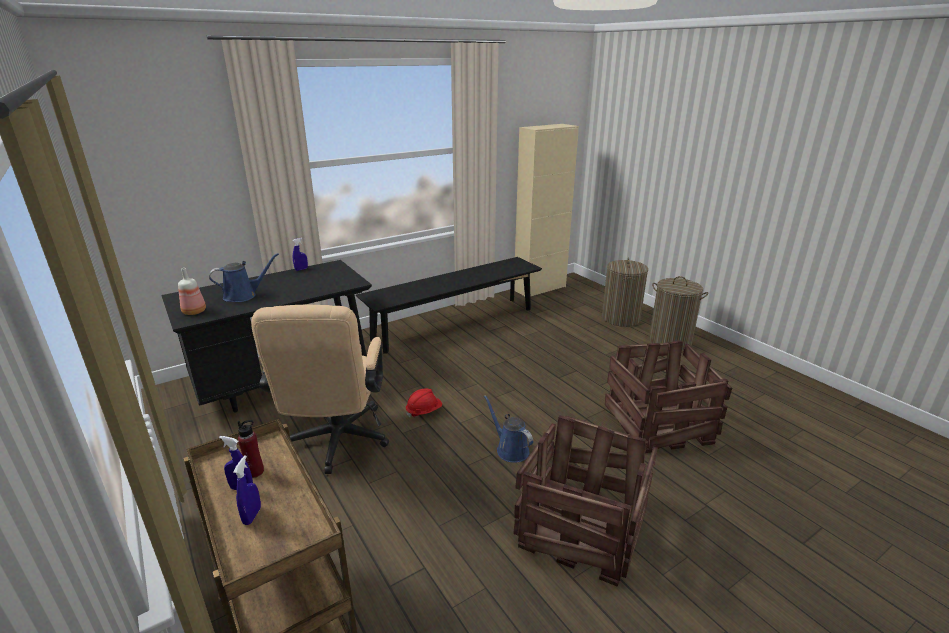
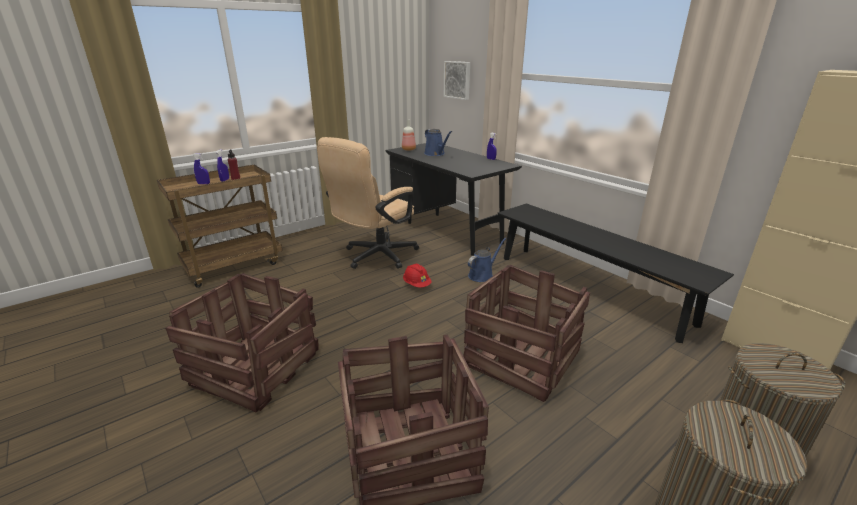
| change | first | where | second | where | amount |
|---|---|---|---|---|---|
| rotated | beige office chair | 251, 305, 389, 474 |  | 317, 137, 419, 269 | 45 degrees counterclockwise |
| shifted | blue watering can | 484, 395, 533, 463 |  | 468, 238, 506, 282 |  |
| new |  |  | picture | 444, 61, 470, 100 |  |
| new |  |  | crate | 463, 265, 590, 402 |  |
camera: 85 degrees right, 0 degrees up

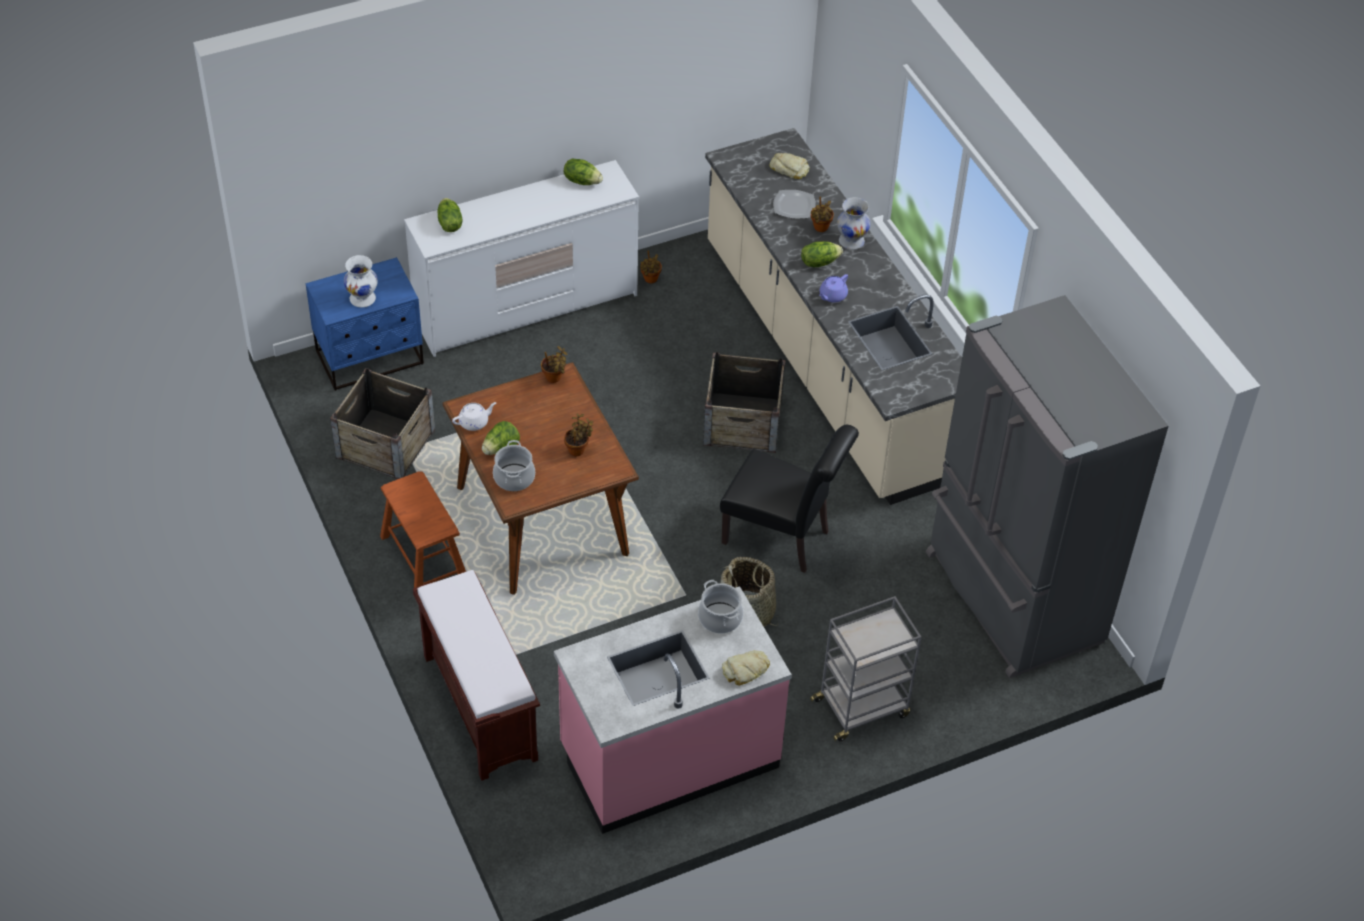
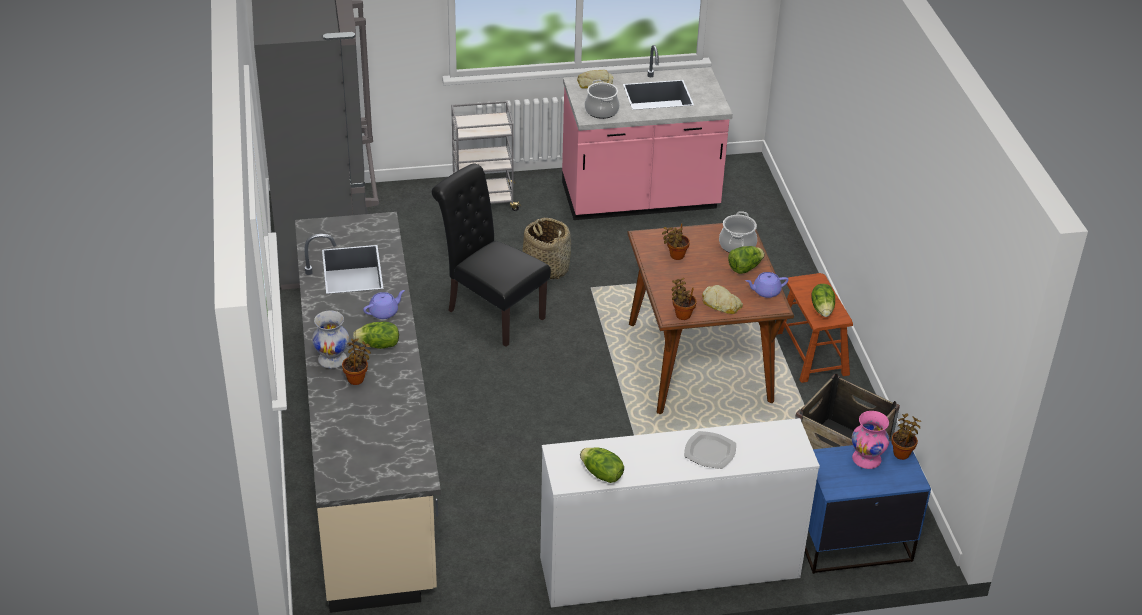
| change | first | where | second | where | amount |
|---|---|---|---|---|---|
| repainted | white vase | 344, 255, 378, 307 | pink vase | 852, 411, 890, 469 |  |
| gone | brown bench | 413, 570, 540, 781 |  |  |  |
| shifted | lettuce | 438, 198, 462, 232 |  | 811, 284, 835, 317 |  |
| repainted | white teapot | 452, 402, 496, 431 | purple teapot | 746, 272, 789, 298 |  |
| shifted | potted plant | 640, 250, 662, 283 |  | 892, 413, 921, 460 |  |
| gone | crate | 703, 352, 785, 453 |  |  |  |
| shifted | bread | 770, 153, 810, 179 |  | 702, 285, 743, 314 |  |
| shifted | plate | 773, 190, 816, 219 |  | 684, 431, 736, 469 |  |
camera: 165 degrees left, 10 degrees down

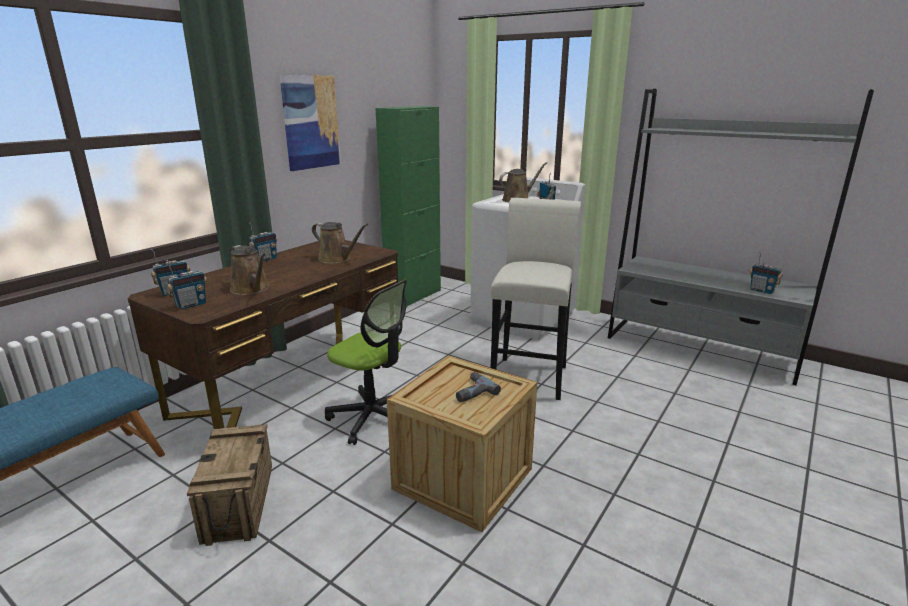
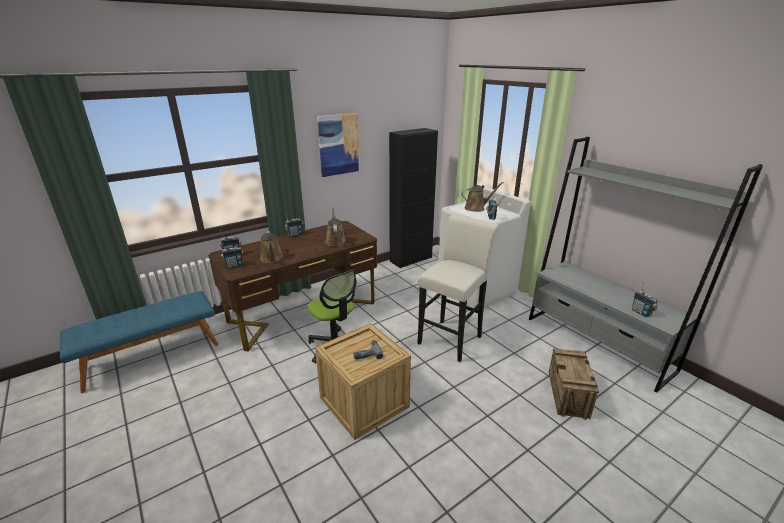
| change | first | where | second | where | amount |
|---|---|---|---|---|---|
| shifted | crate | 187, 424, 272, 546 |  | 549, 348, 599, 420 |  |
| rotated | brown watering can | 312, 222, 368, 264 |  | 325, 207, 346, 246 | 150 degrees counterclockwise |
| repainted | green cabinet | 375, 106, 441, 307 | black cabinet | 389, 128, 438, 268 |  |
camera: 20 degrees right, 5 degrees up

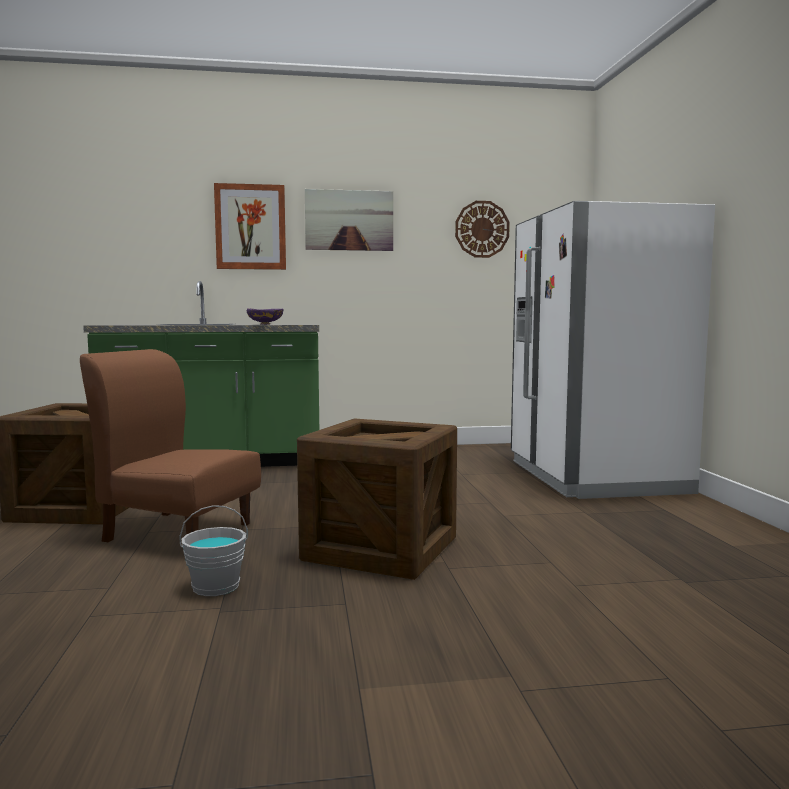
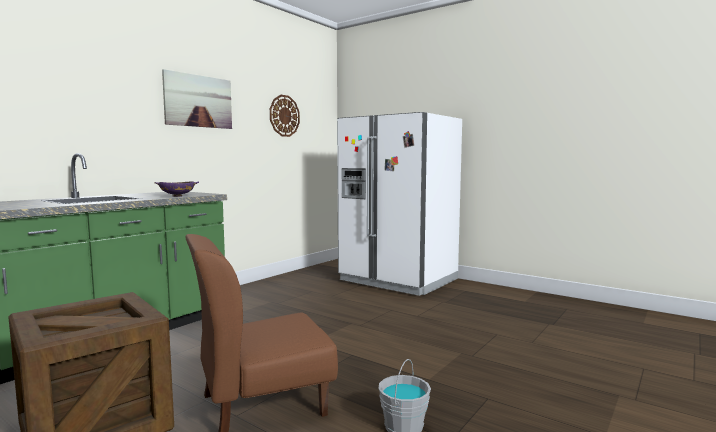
| change | first | where | second | where | amount |
|---|---|---|---|---|---|
| gone | picture | 214, 183, 286, 270 |  |  |  |
| gone | crate | 297, 418, 457, 580 |  |  |  |
camera: 45 degrees left, 0 degrees up

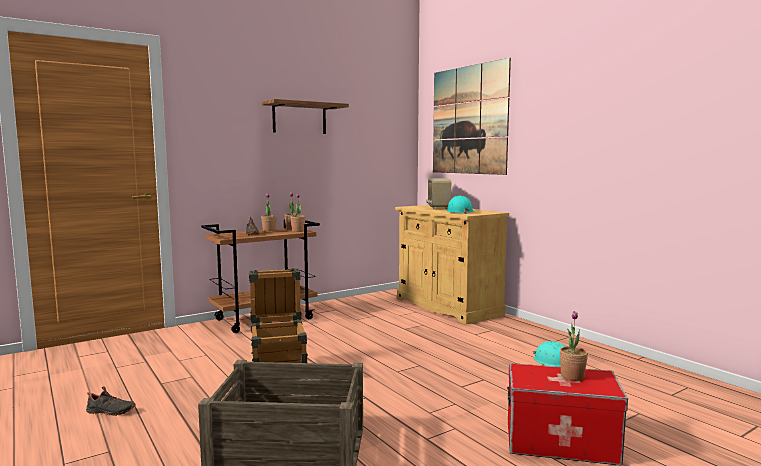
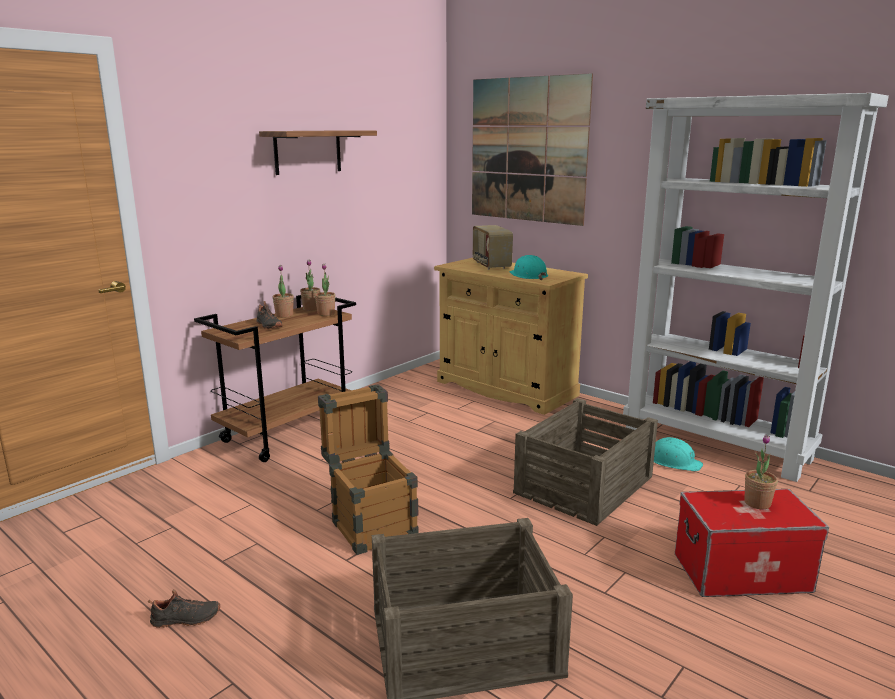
| change | first | where | second | where | amount |
|---|---|---|---|---|---|
| new |  |  | crate | 513, 398, 658, 526 |  |
| new |  |  | white bookcase | 623, 93, 889, 482 |  |
camera: 15 degrees left, 10 degrees up

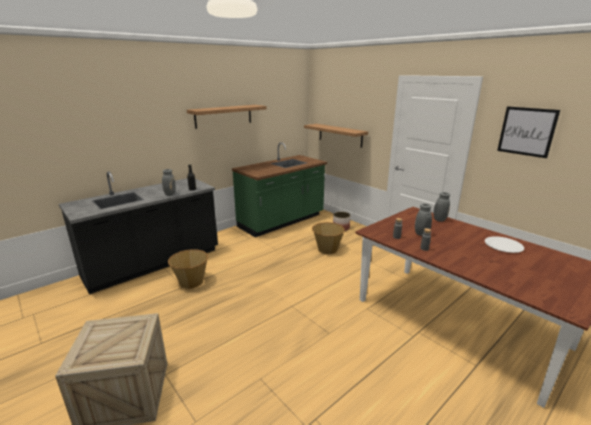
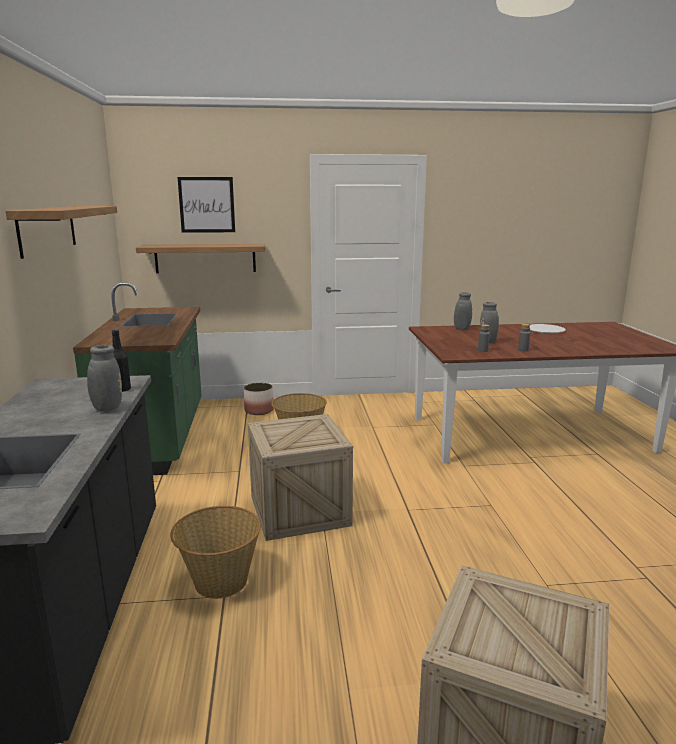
| change | first | where | second | where | amount |
|---|---|---|---|---|---|
| shifted | picture | 497, 106, 560, 158 |  | 178, 177, 235, 233 |  |
| new |  |  | crate | 248, 414, 353, 541 |  |
camera: 55 degrees left, 5 degrees down

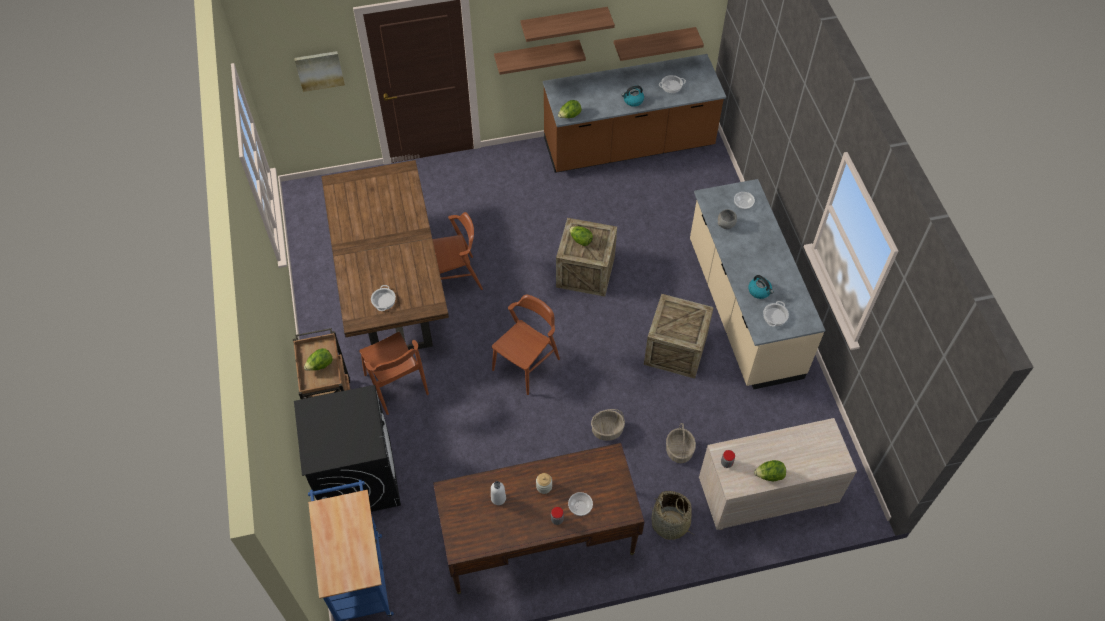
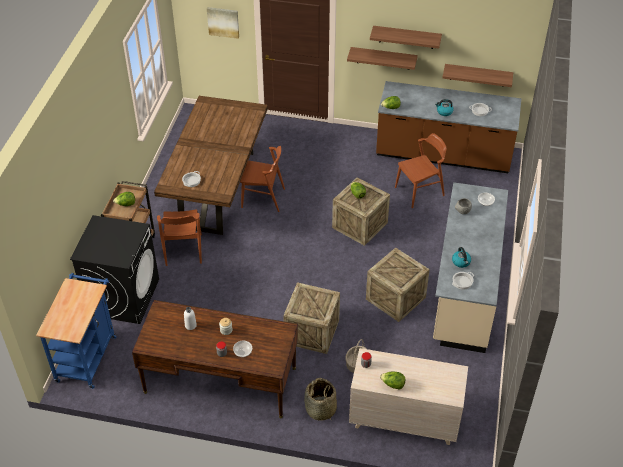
| change | first | where | second | where | amount |
|---|---|---|---|---|---|
| shifted | brown chair | 492, 295, 560, 395 |  | 395, 133, 446, 208 |  |
| swapped | basket | 591, 409, 625, 441 | crate | 283, 282, 340, 354 |  |
camera: 25 degrees right, 10 degrees down

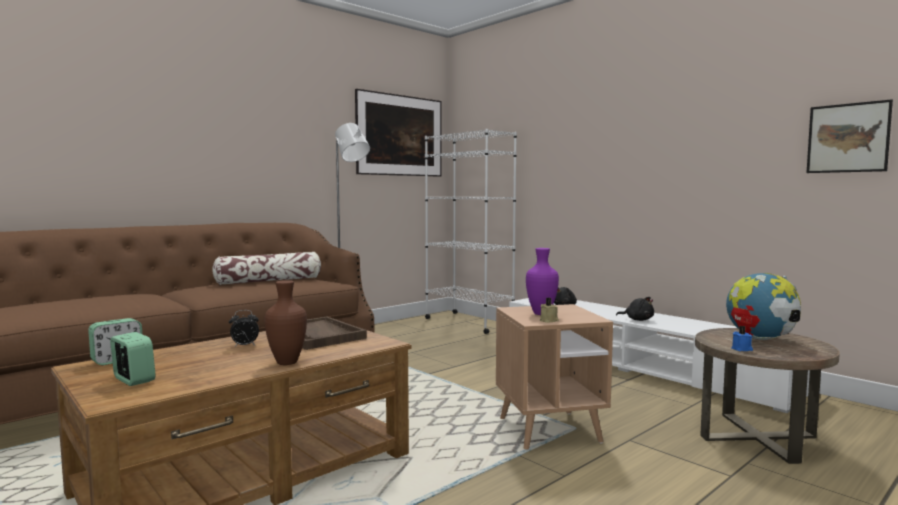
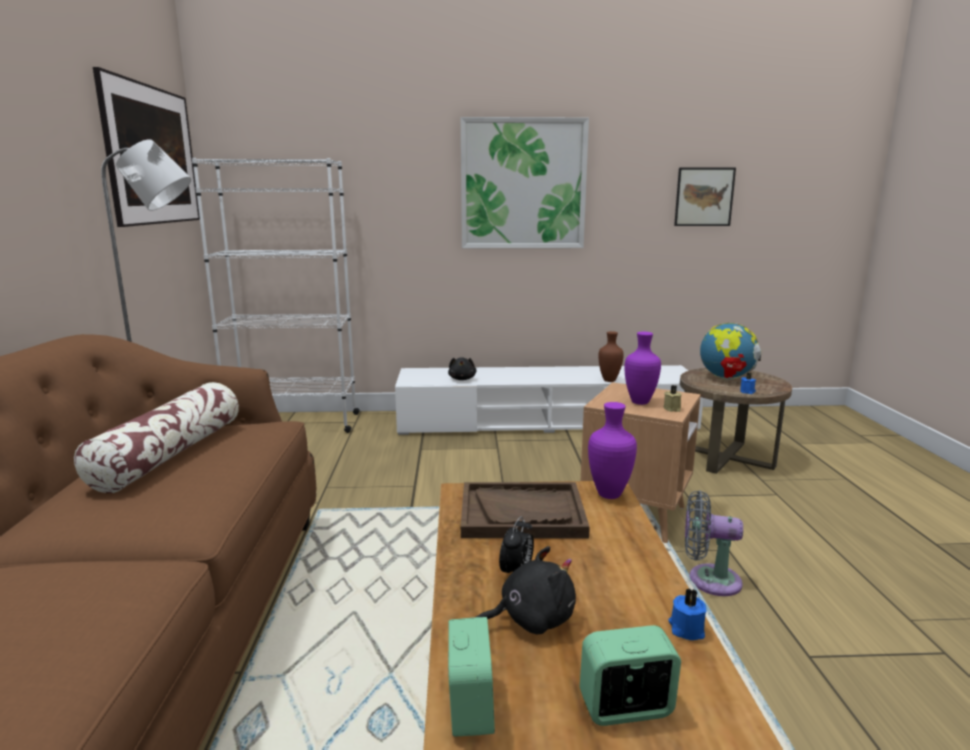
| change | first | where | second | where | amount |
|---|---|---|---|---|---|
| shifted | brown vase | 265, 280, 307, 365 |  | 599, 331, 624, 382 |  |
| shifted | black plush toy | 616, 297, 654, 321 |  | 476, 546, 576, 634 |  |
| new |  |  | picture | 461, 117, 589, 248 |  |
| new |  |  | purple vase | 588, 402, 637, 499 |  |
| new |  |  | blue candle | 669, 589, 707, 640 |  |
| new |  |  | grey fan | 685, 490, 743, 596 |  |
camera: 50 degrees left, 10 degrees up

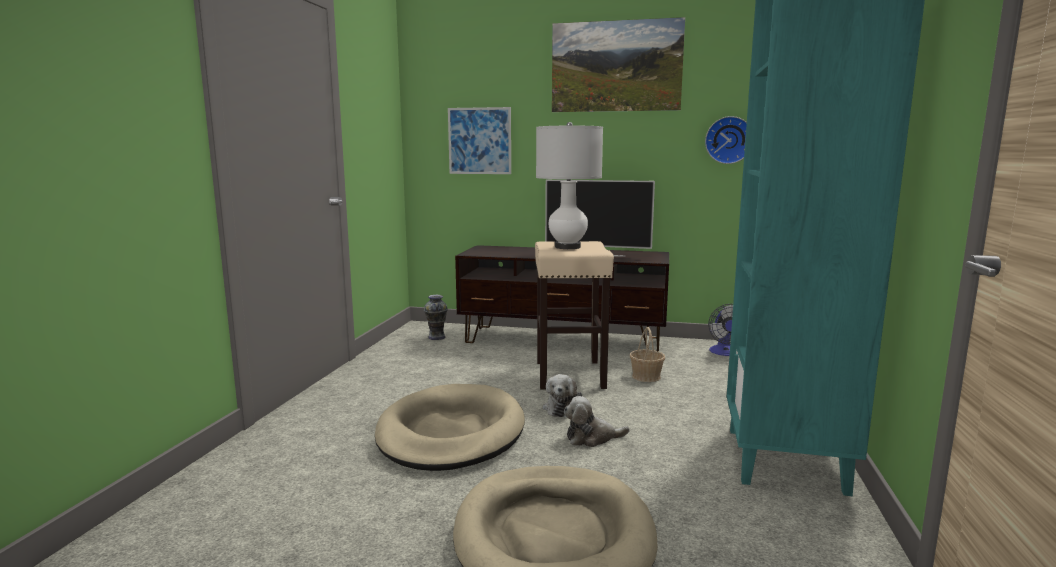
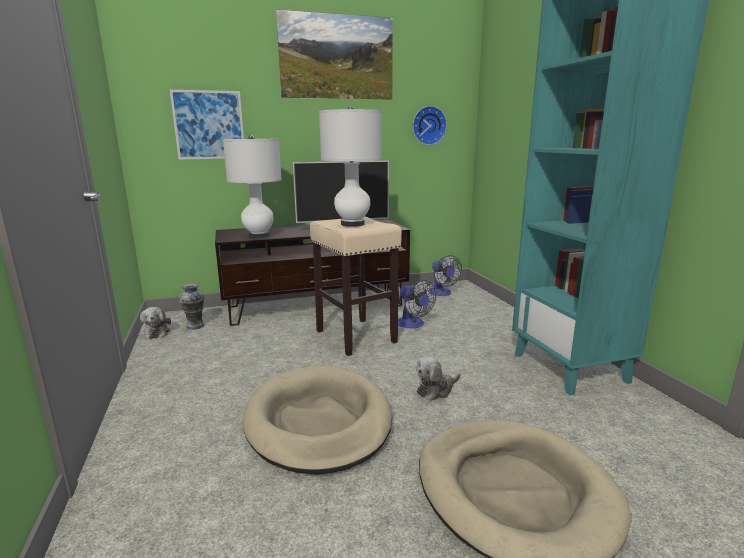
| change | first | where | second | where | amount |
|---|---|---|---|---|---|
| shifted | plush toy | 543, 374, 582, 417 |  | 140, 307, 171, 339 |  |
| swapped | basket | 630, 327, 665, 382 | fan | 398, 280, 436, 328 |  |
| new |  |  | white table lamp | 223, 135, 281, 238 |  |
camera: 30 degrees left, 5 degrees up

